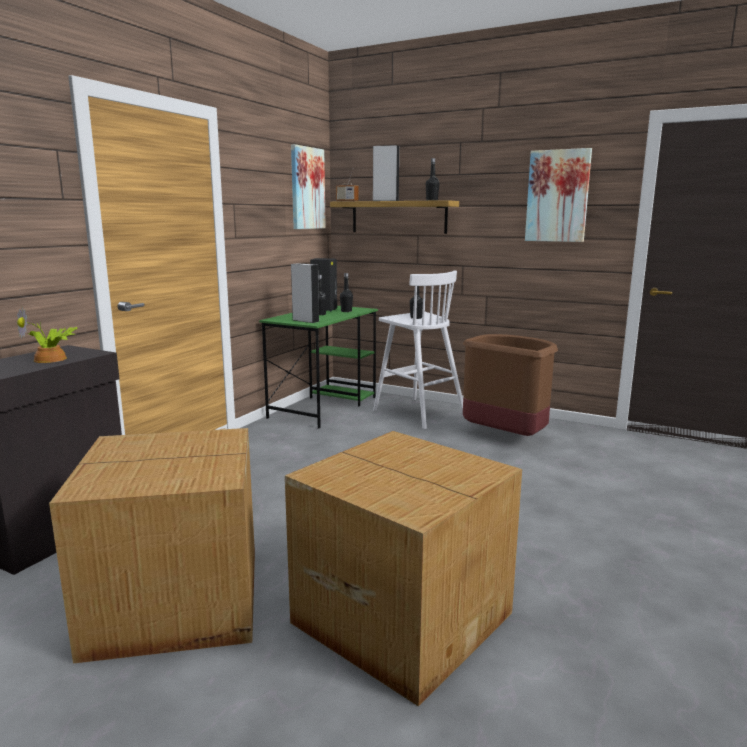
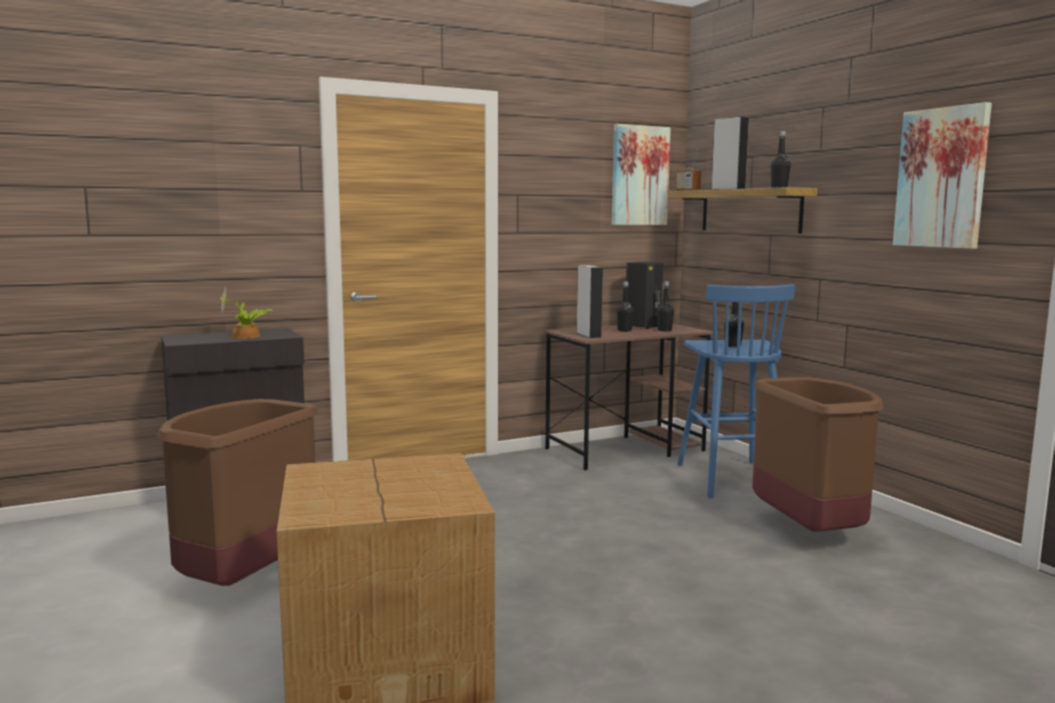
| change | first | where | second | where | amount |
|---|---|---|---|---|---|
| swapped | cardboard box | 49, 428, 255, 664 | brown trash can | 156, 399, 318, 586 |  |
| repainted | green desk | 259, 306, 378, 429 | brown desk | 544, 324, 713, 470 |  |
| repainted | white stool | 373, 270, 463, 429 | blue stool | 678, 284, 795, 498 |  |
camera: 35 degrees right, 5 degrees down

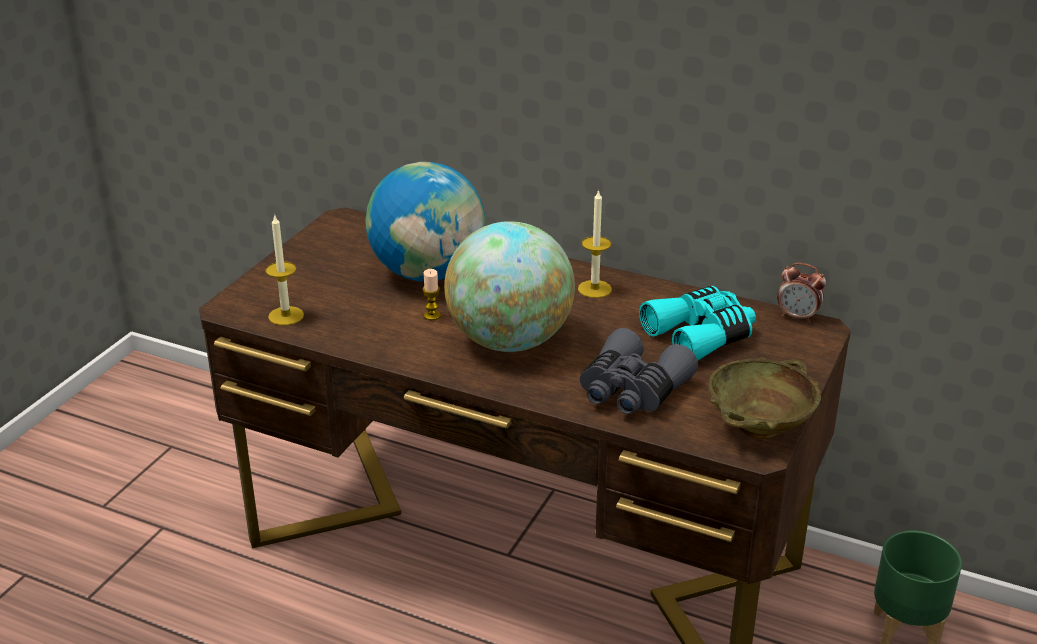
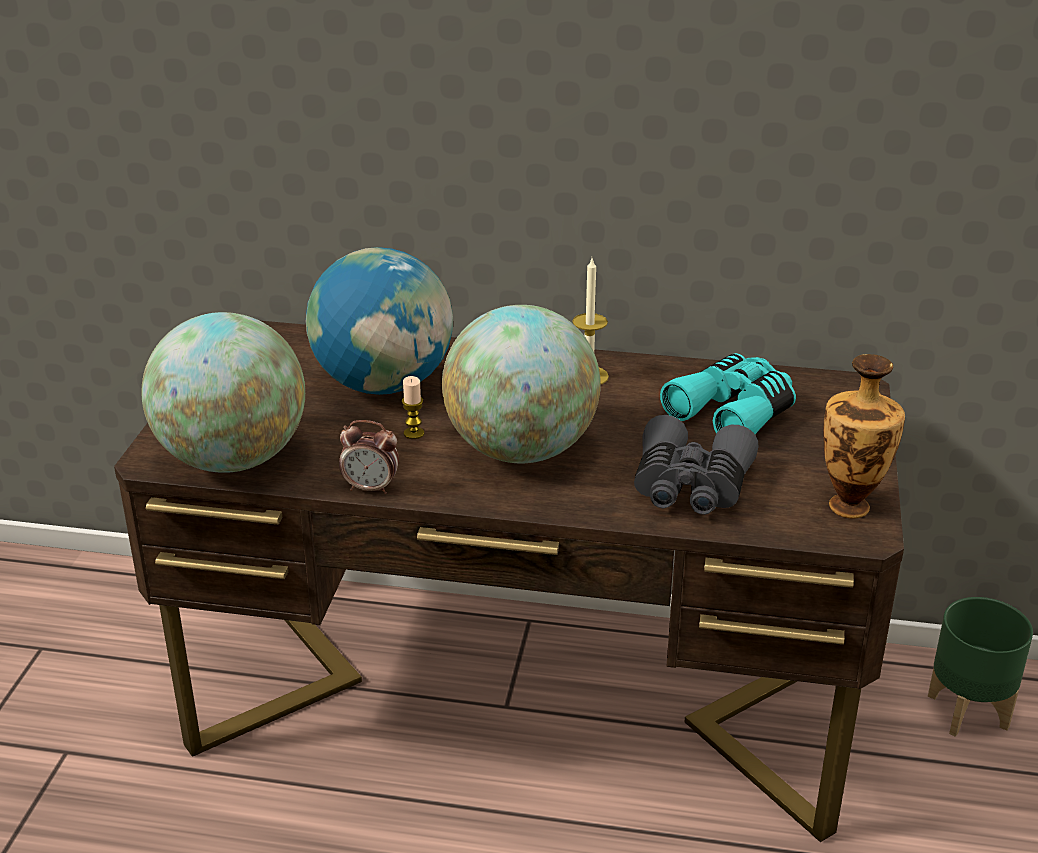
| change | first | where | second | where | amount |
|---|---|---|---|---|---|
| swapped | candle | 265, 214, 304, 325 | globe | 141, 312, 305, 473 |  |
| swapped | beige bowl | 708, 357, 821, 439 | vase | 823, 354, 905, 518 |  |
| shifted | alarm clock | 777, 263, 826, 323 |  | 339, 420, 399, 494 |  |
camera: 15 degrees left, 0 degrees up

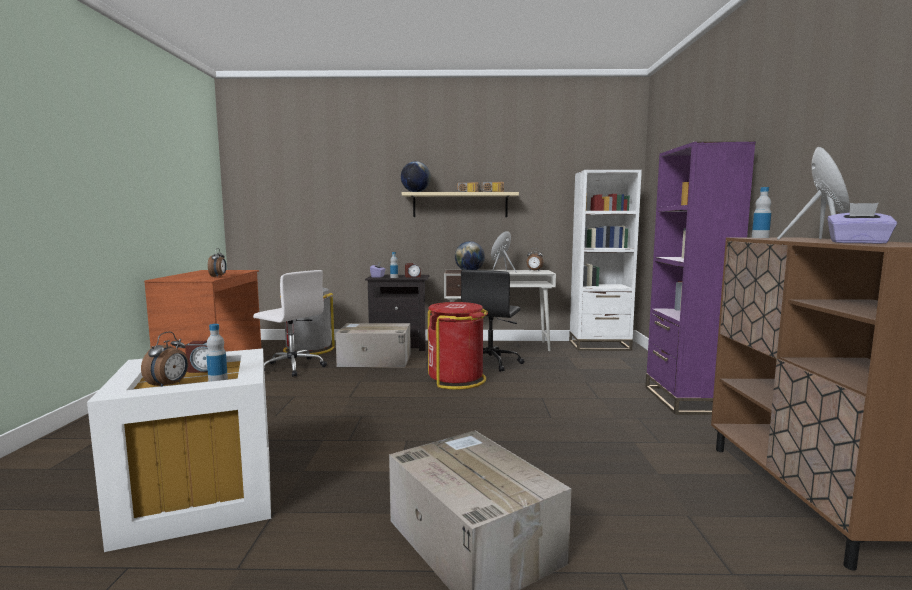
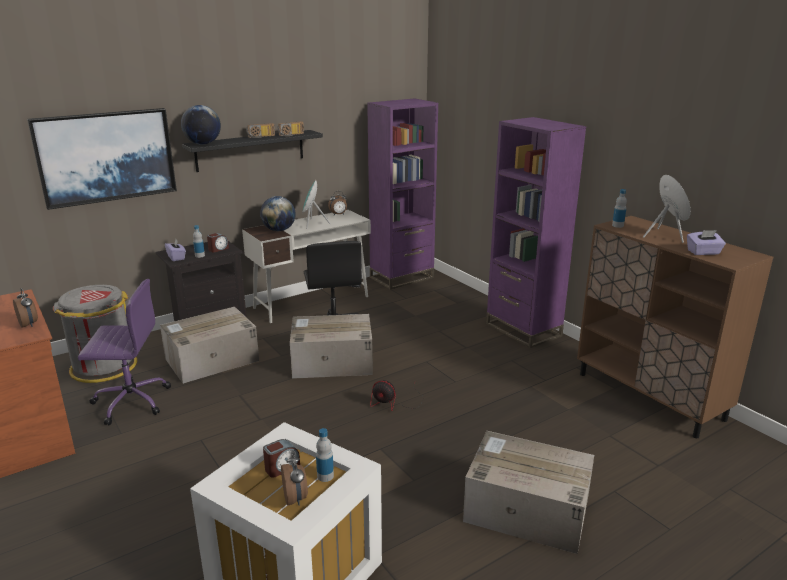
| change | first | where | second | where | amount |
|---|---|---|---|---|---|
| repainted | white office chair | 253, 270, 327, 377 | purple office chair | 78, 279, 171, 425 |  |
| repainted | beige shelf | 402, 192, 519, 217 | black shelf | 182, 130, 323, 172 |  |
| swapped | red trash can | 428, 302, 488, 389 | cardboard box | 290, 314, 373, 379 |  |
| repainted | white bookcase | 569, 170, 642, 351 | purple bookcase | 367, 98, 438, 290 |  |
| new |  |  | picture | 27, 108, 177, 210 |  |
| new |  |  | fan | 370, 380, 424, 411 |  |
camera: 35 degrees left, 15 degrees up

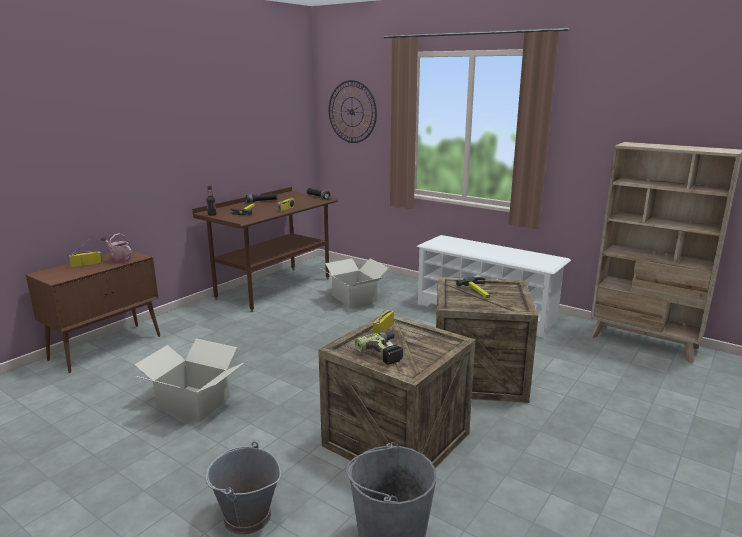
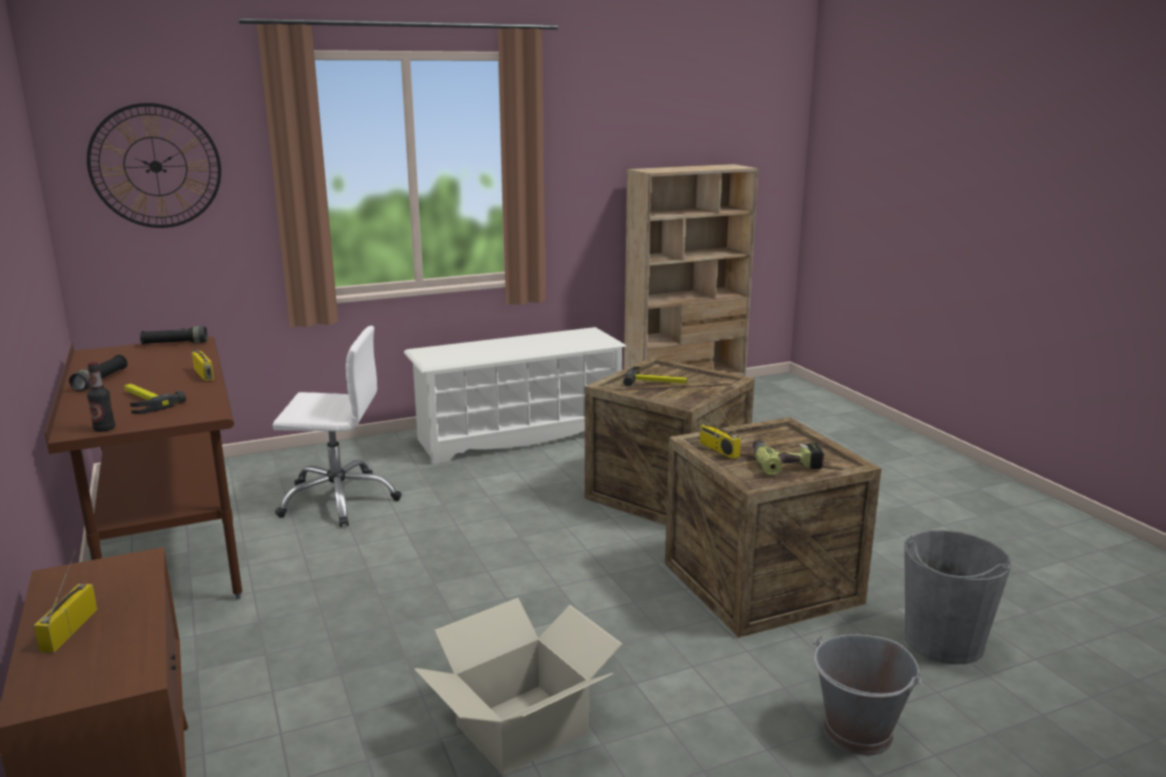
| change | first | where | second | where | amount |
|---|---|---|---|---|---|
| gone | watering can | 101, 233, 132, 263 |  |  |  |
| swapped | cardboard box | 320, 258, 389, 308 | white office chair | 273, 326, 402, 527 |  |
camera: 60 degrees left, 0 degrees up

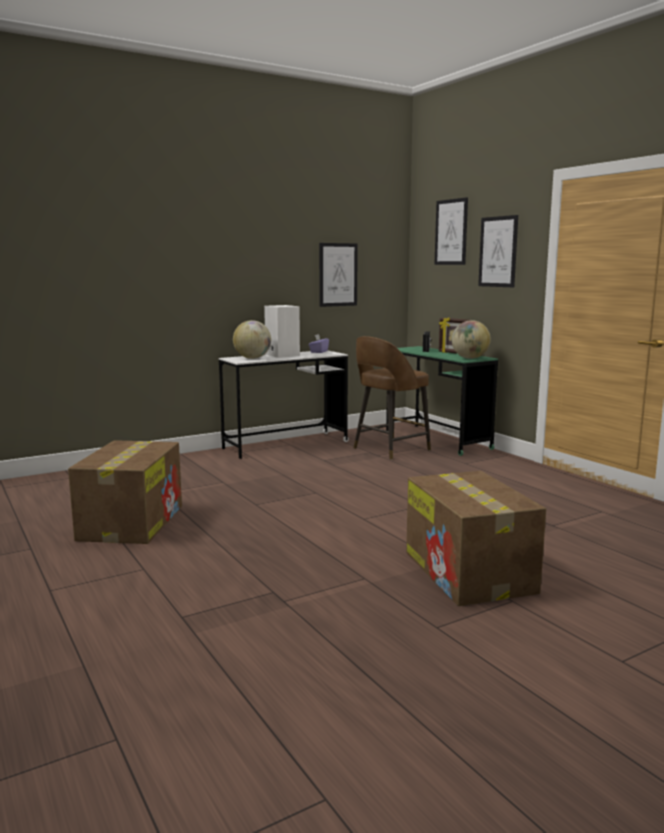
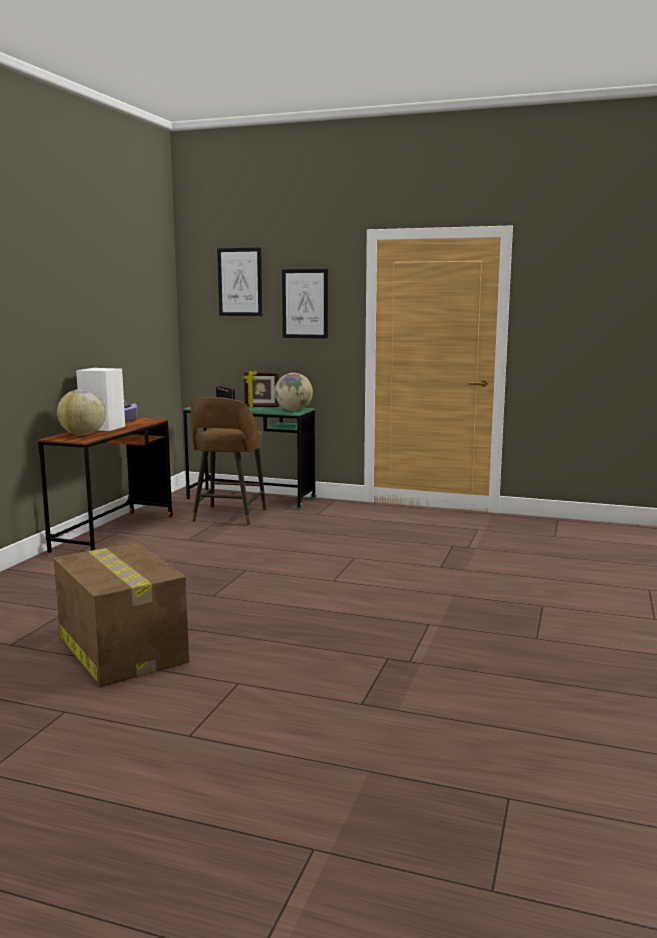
| change | first | where | second | where | amount |
|---|---|---|---|---|---|
| repainted | white desk | 219, 350, 349, 459 | brown desk | 38, 418, 173, 553 |  |
| gone | picture | 319, 243, 358, 307 |  |  |  |
| gone | cardboard box | 406, 471, 546, 606 |  |  |  |
camera: 40 degrees left, 0 degrees up

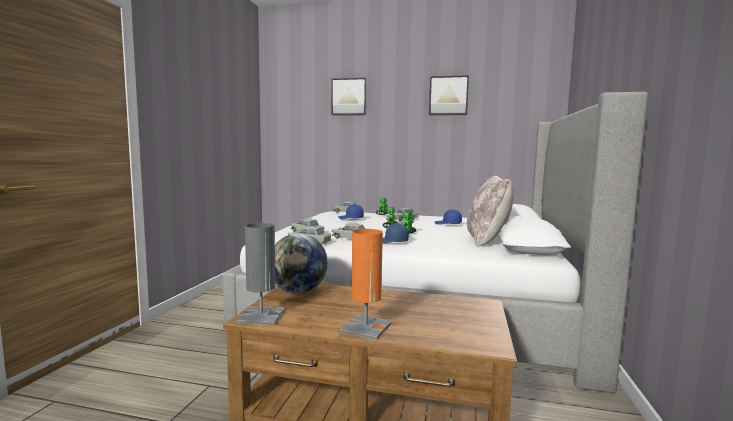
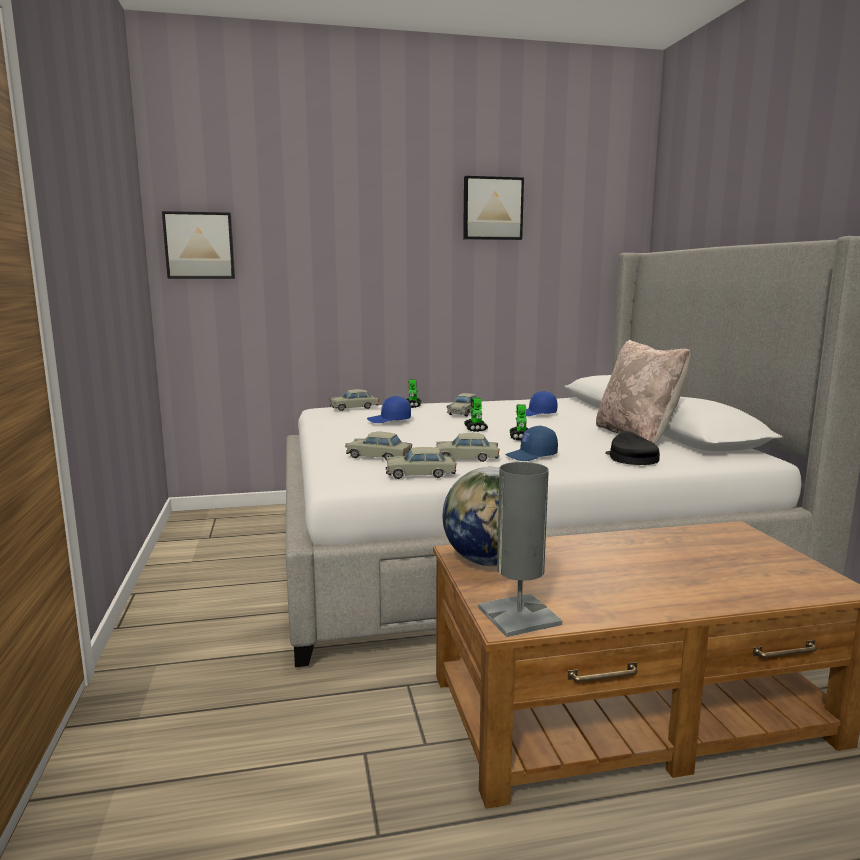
| change | first | where | second | where | amount |
|---|---|---|---|---|---|
| shifted | picture | 331, 78, 367, 115 |  | 162, 211, 235, 279 |  |
| gone | orange table lamp | 339, 229, 391, 340 |  |  |  |
| new |  |  | black cap | 605, 431, 660, 465 |  |
camera: 25 degrees left, 5 degrees up

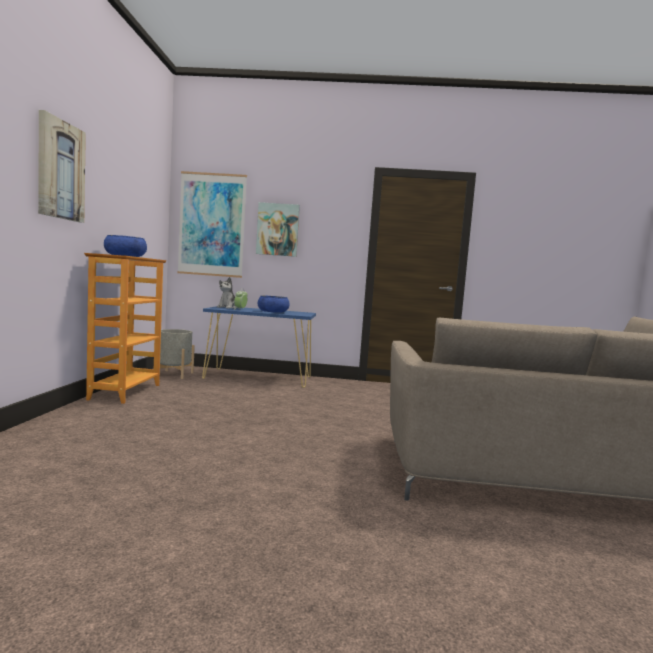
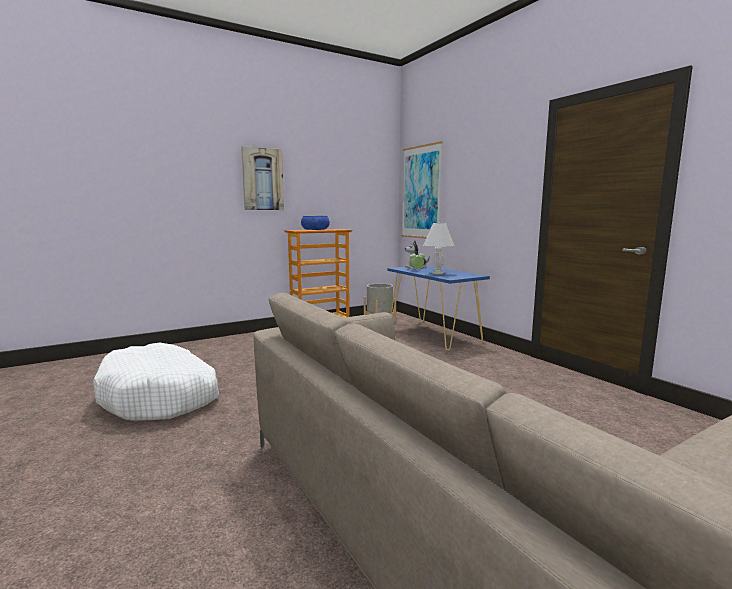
| change | first | where | second | where | amount |
|---|---|---|---|---|---|
| gone | picture | 256, 202, 300, 257 |  |  |  |
| swapped | blue bowl | 258, 295, 289, 313 | white table lamp | 423, 222, 455, 274 |  |
| new |  |  | white dog bed | 93, 342, 219, 421 |  |
camera: 55 degrees right, 5 degrees up

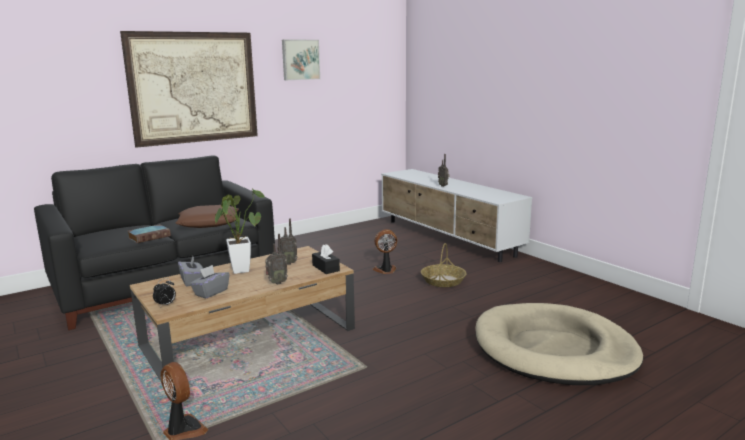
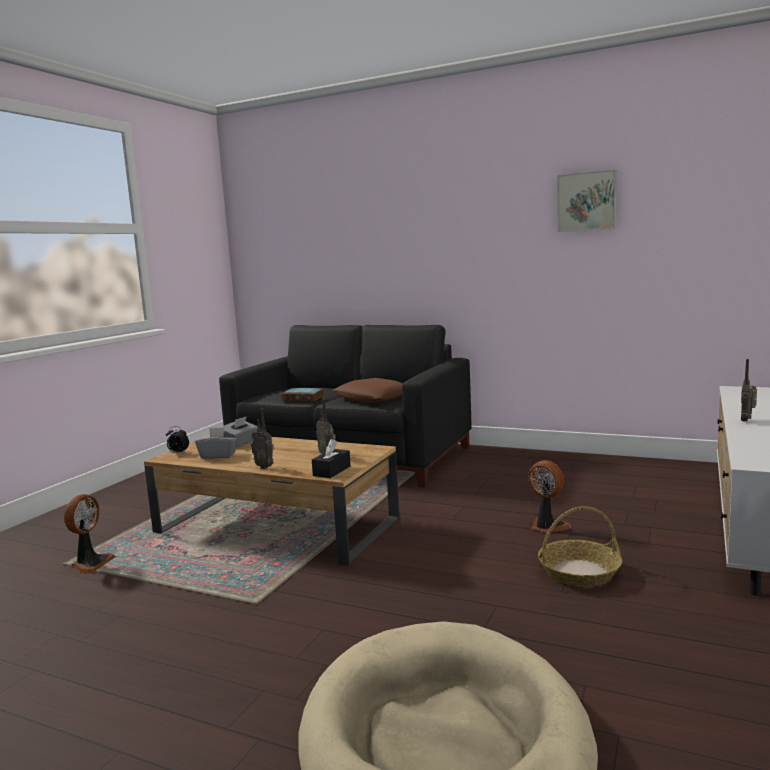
| change | first | where | second | where | amount |
|---|---|---|---|---|---|
| gone | picture | 120, 31, 258, 148 |  |  |  |
| gone | potted plant | 215, 189, 265, 274 |  |  |  |
camera: 60 degrees right, 5 degrees down

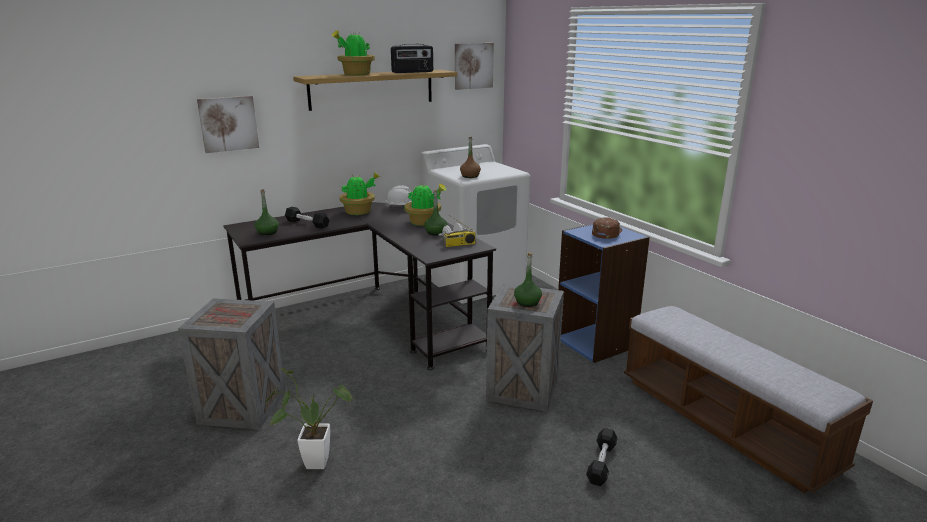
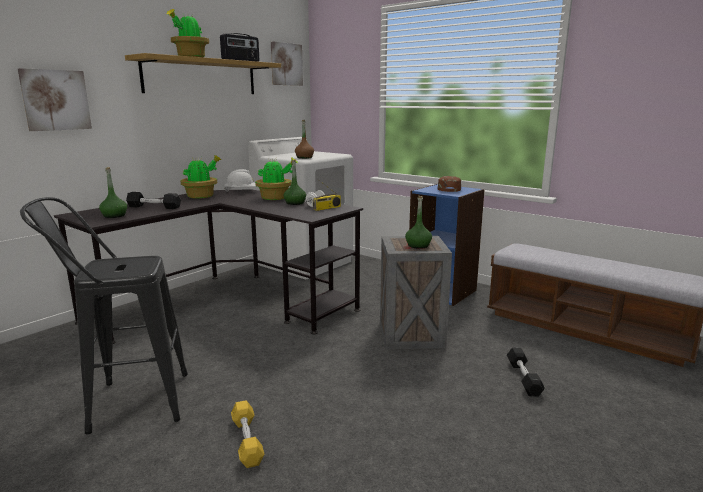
| change | first | where | second | where | amount |
|---|---|---|---|---|---|
| swapped | crate | 178, 298, 286, 429 | black stool | 20, 197, 188, 434 |  |
| swapped | potted plant | 266, 368, 353, 469 | yellow dumbbell | 231, 400, 264, 468 |  |
camera: 20 degrees left, 5 degrees down

